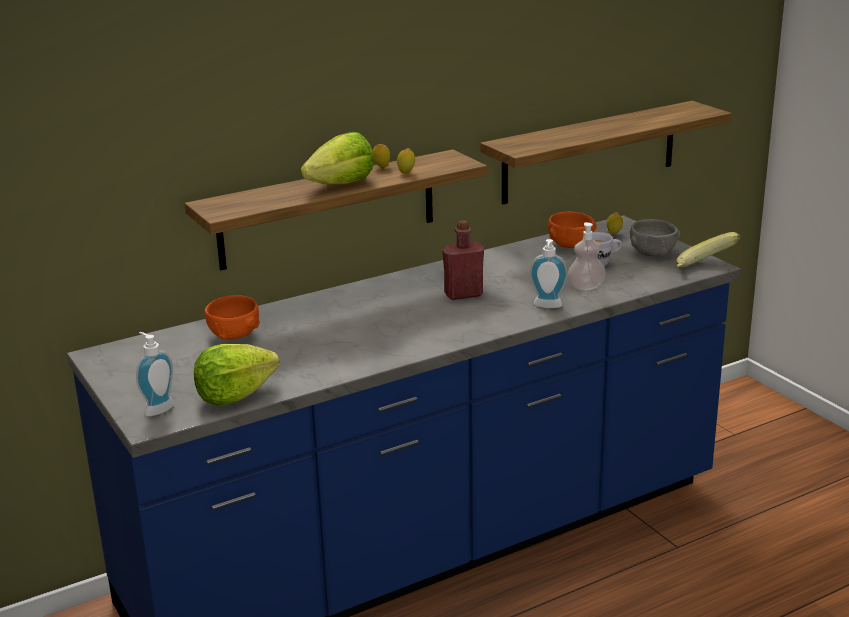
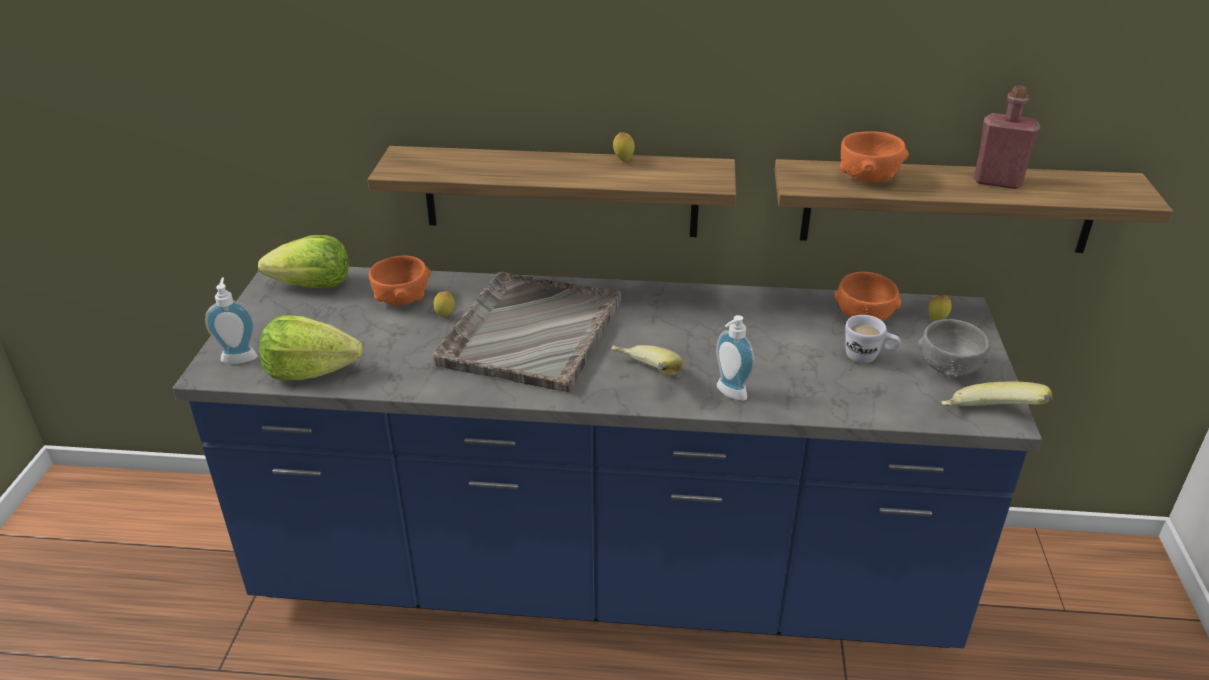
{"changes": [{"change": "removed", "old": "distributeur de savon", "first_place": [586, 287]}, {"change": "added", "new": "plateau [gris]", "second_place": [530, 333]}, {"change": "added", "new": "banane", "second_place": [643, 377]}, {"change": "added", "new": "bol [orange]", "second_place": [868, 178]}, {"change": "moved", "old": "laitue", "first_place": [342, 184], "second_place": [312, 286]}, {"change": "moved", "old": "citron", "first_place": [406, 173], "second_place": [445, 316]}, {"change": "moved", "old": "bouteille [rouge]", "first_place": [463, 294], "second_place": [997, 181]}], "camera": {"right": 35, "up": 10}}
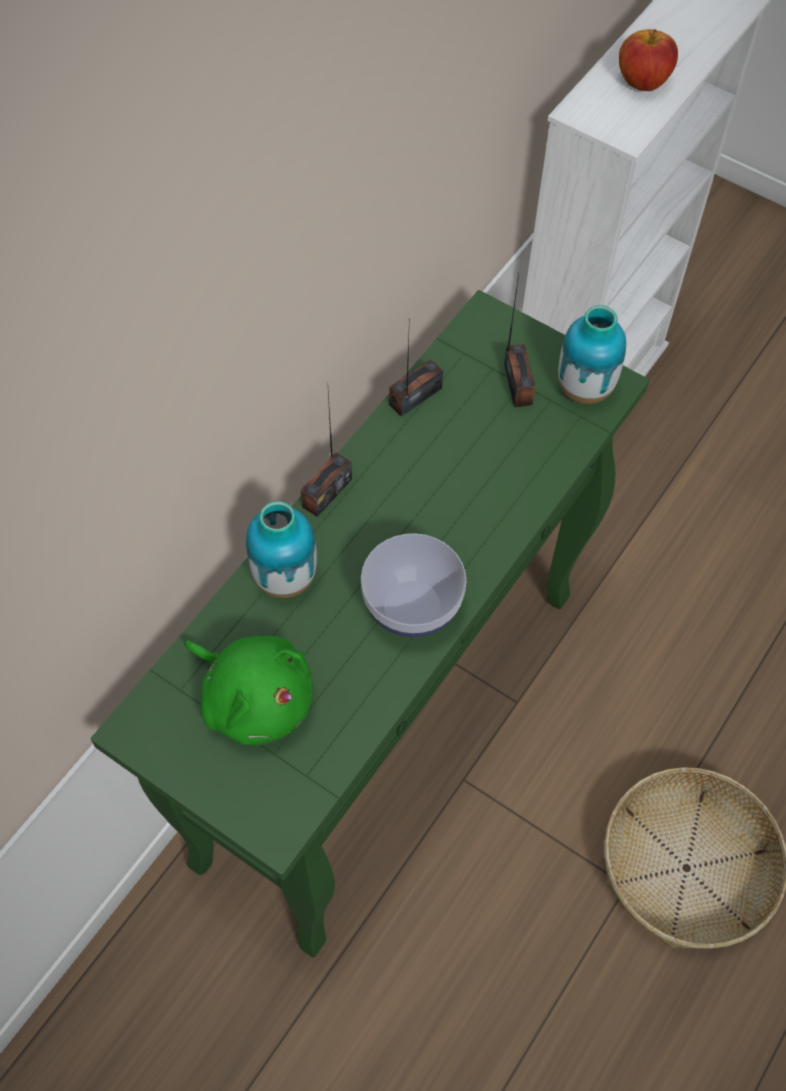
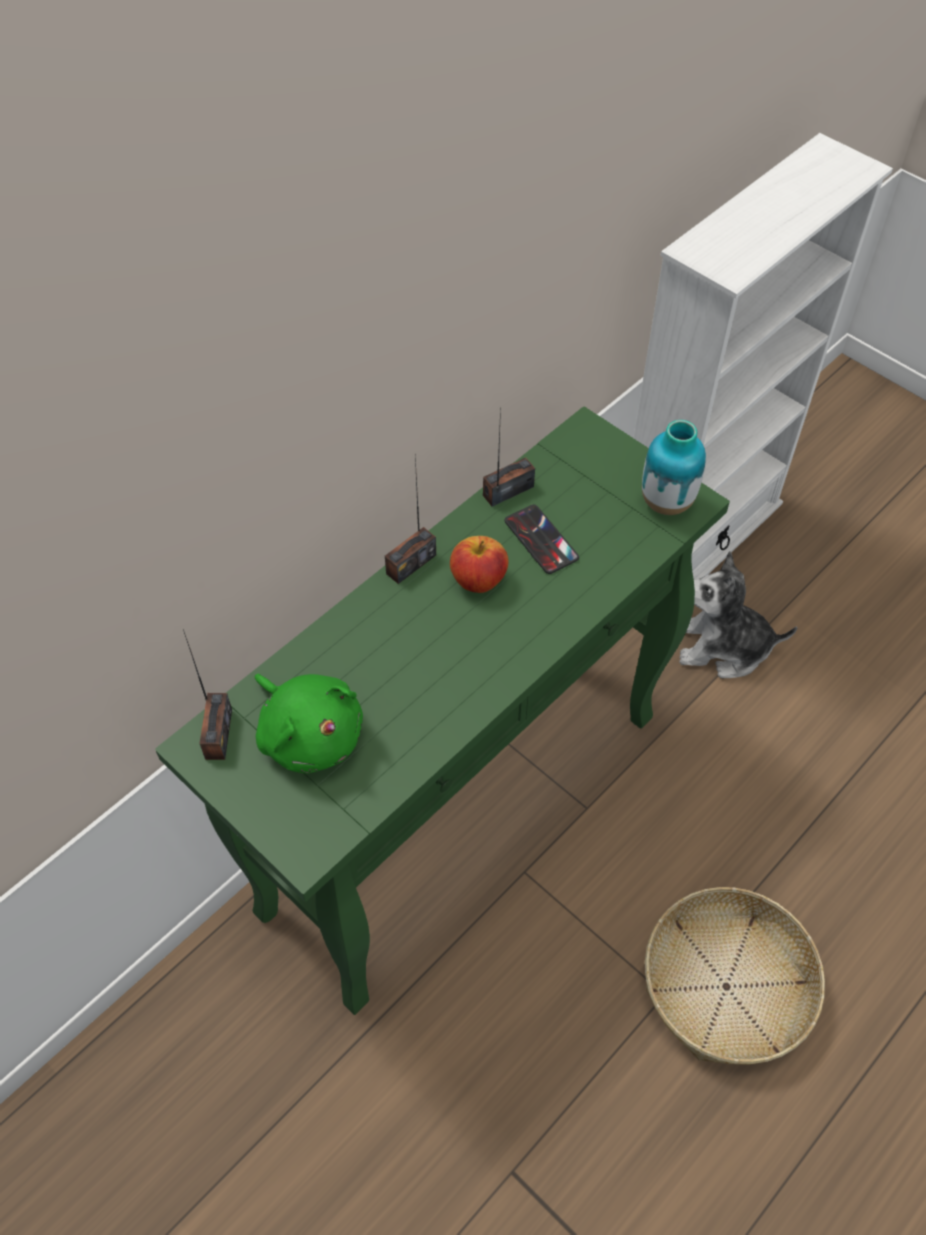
{"changes": [{"change": "removed", "old": "vase", "first_place": [285, 578]}, {"change": "removed", "old": "bol", "first_place": [412, 607]}, {"change": "added", "new": "téléphone", "second_place": [541, 540]}, {"change": "added", "new": "peluche", "second_place": [723, 648]}, {"change": "moved", "old": "radio", "first_place": [517, 384], "second_place": [218, 734]}, {"change": "moved", "old": "pomme", "first_place": [642, 82], "second_place": [478, 580]}], "camera": {"right": 10, "up": -5}}
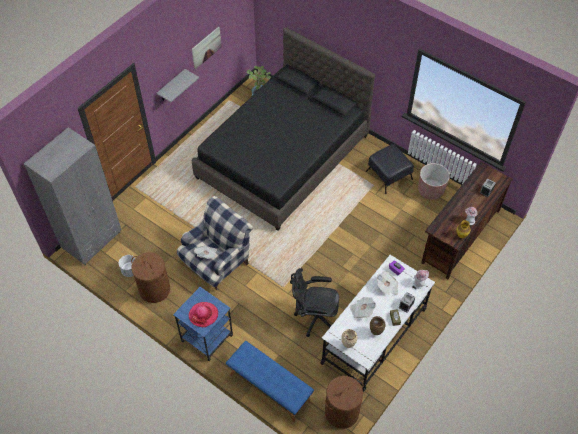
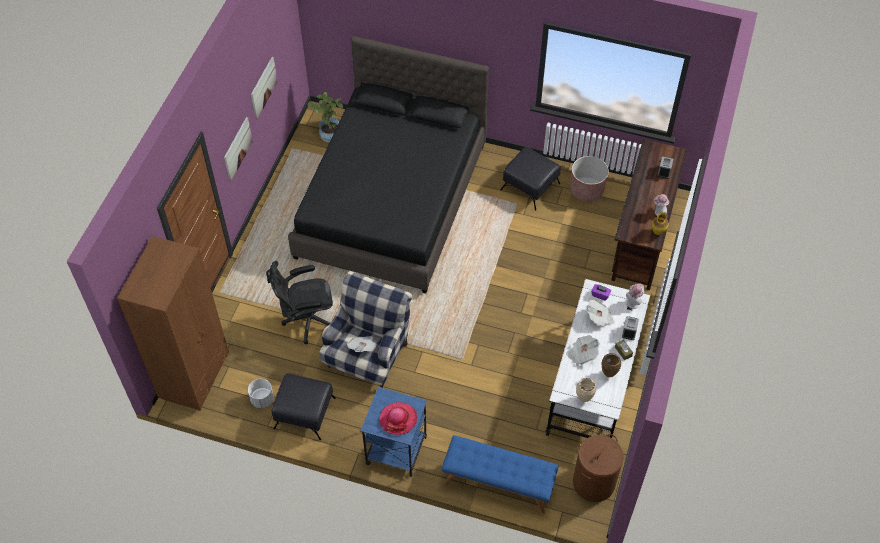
{"changes": [{"change": "moved", "old": "chaise de bureau", "first_place": [314, 317], "second_place": [307, 320]}, {"change": "replaced", "old": "panier à linge [marron]", "new": "pouf [noir]", "first_place": [154, 289], "second_place": [304, 413]}, {"change": "replaced", "old": "étagère [gris]", "new": "tableau", "first_place": [171, 86], "second_place": [237, 149]}, {"change": "recoloured", "old": "armoire [gris]", "new": "armoire [marron]", "first_place": [92, 240], "second_place": [195, 376]}], "camera": {"right": -20, "up": 0}}
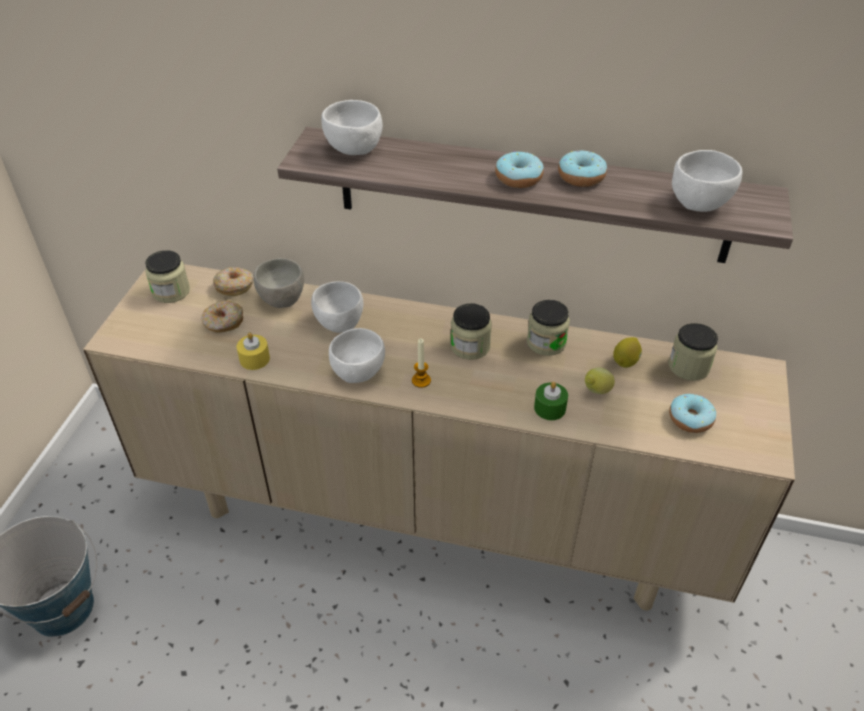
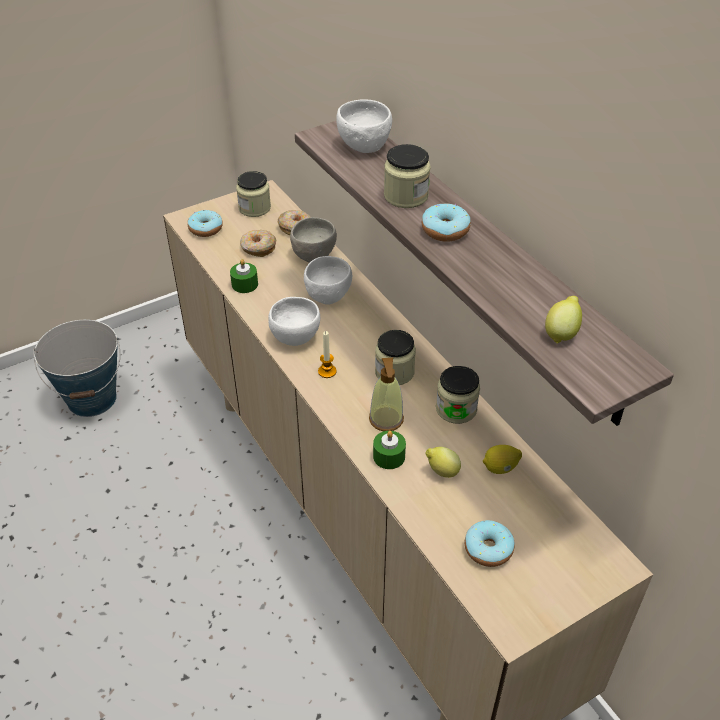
{"changes": [{"change": "added", "new": "distributeur de savon", "second_place": [386, 419]}, {"change": "moved", "old": "beignet", "first_place": [581, 177], "second_place": [206, 229]}, {"change": "moved", "old": "bocal", "first_place": [688, 366], "second_place": [406, 196]}, {"change": "replaced", "old": "bol [blanc]", "new": "citron", "first_place": [698, 202], "second_place": [561, 333]}, {"change": "recoloured", "old": "bougie [jaune]", "new": "bougie [vert]", "first_place": [254, 359], "second_place": [244, 284]}], "camera": {"right": 45, "up": 0}}
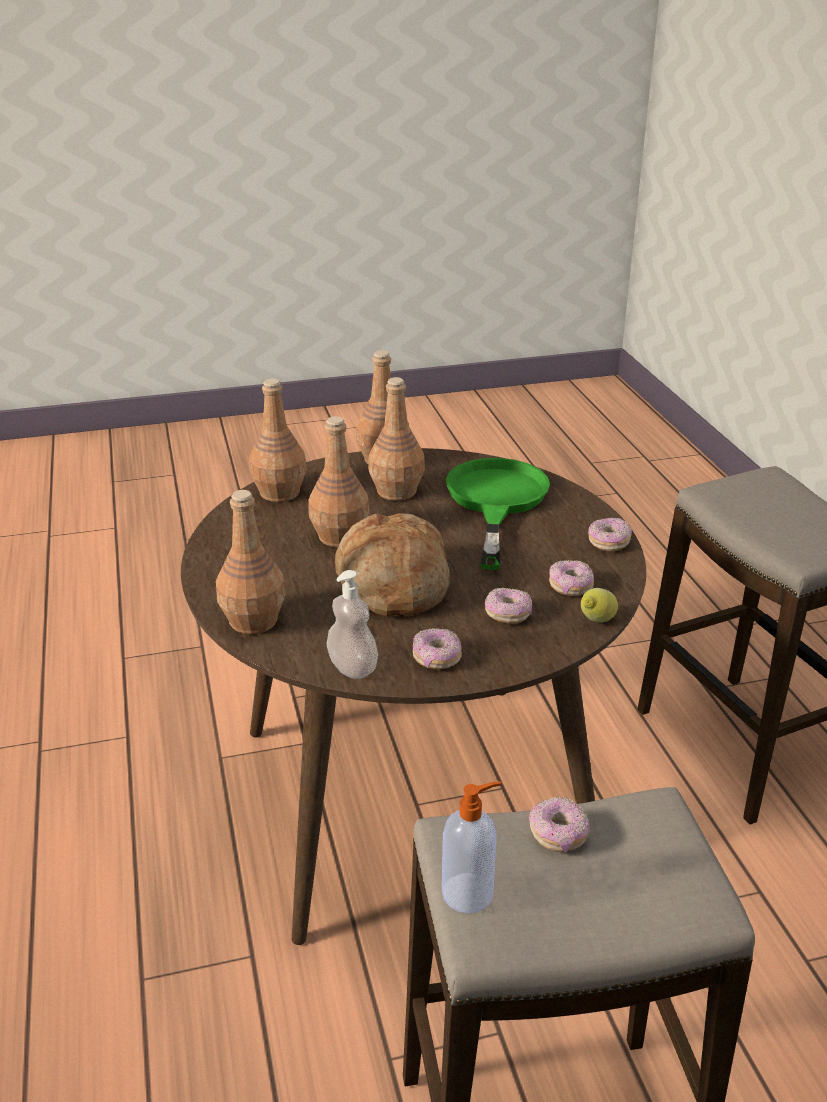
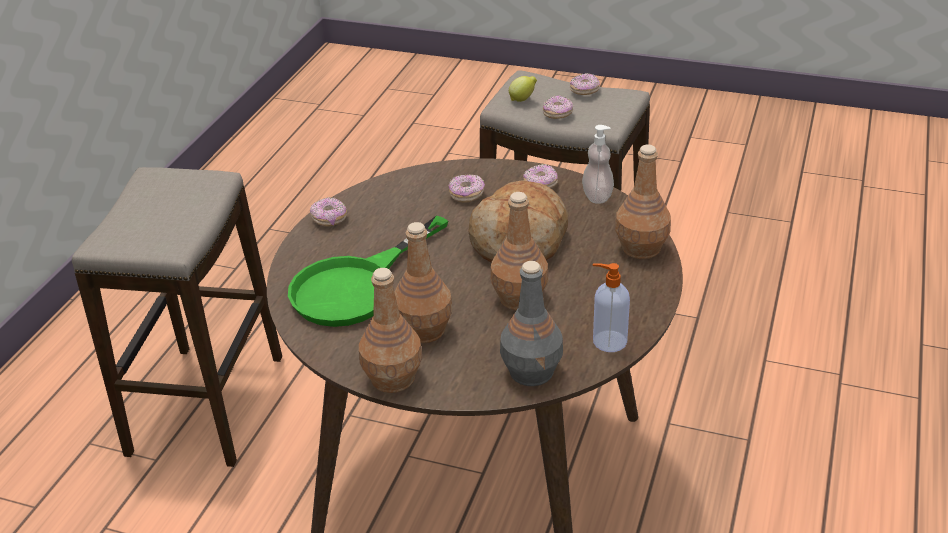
{"changes": [{"change": "moved", "old": "distributeur de savon", "first_place": [469, 892], "second_place": [608, 341]}, {"change": "moved", "old": "beignet", "first_place": [570, 587], "second_place": [584, 91]}, {"change": "moved", "old": "citron", "first_place": [596, 621], "second_place": [522, 99]}, {"change": "recoloured", "old": "bouteille [marron]", "new": "bouteille [gris]", "first_place": [279, 493], "second_place": [532, 371]}], "camera": {"right": -145, "up": 5}}
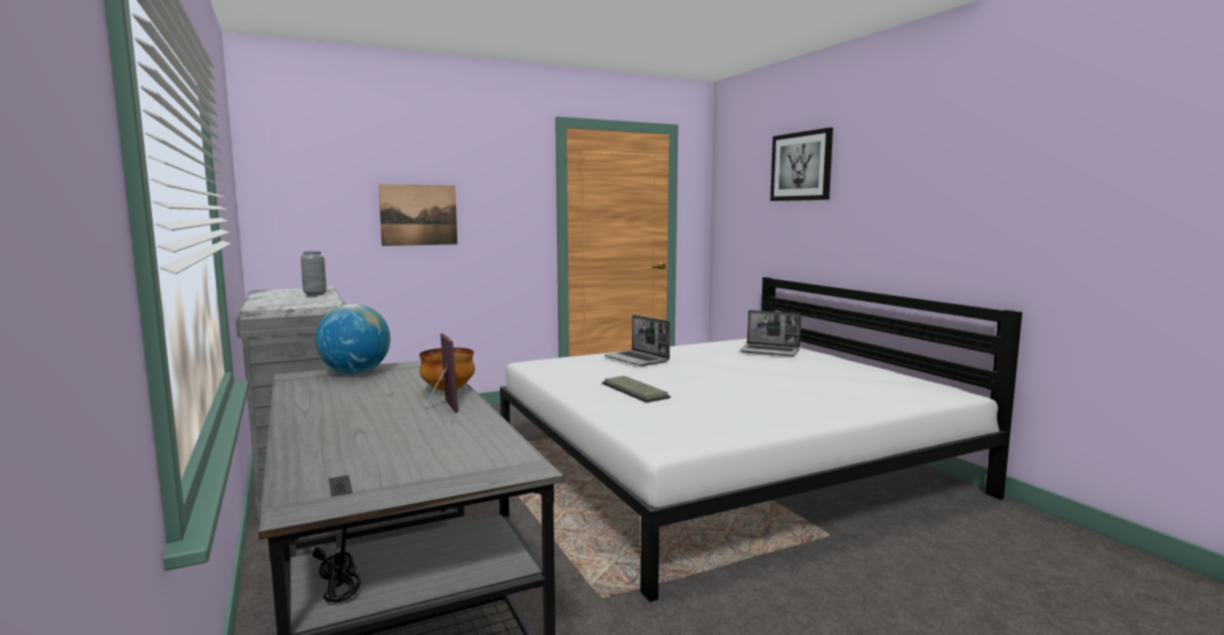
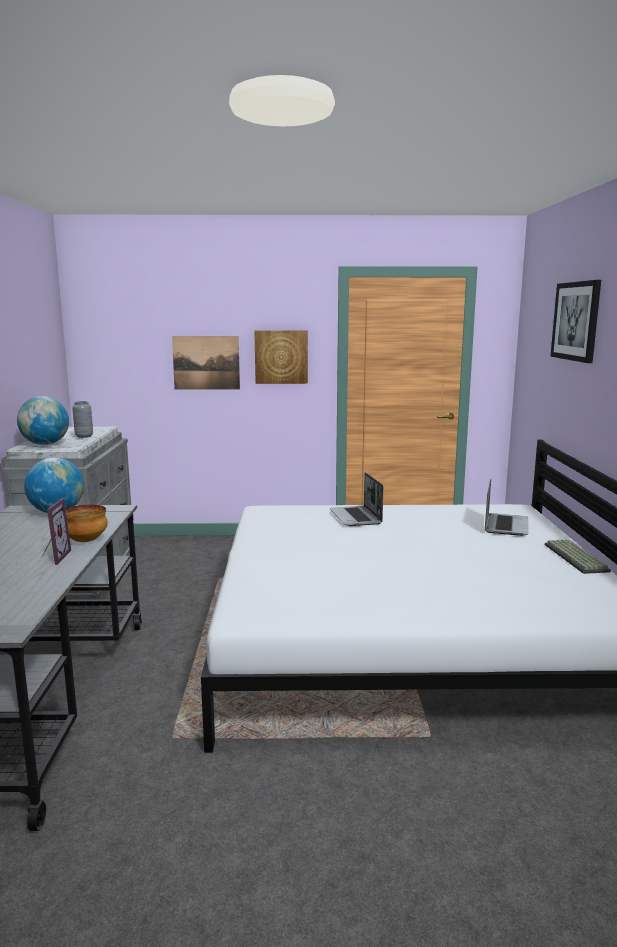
{"changes": [{"change": "added", "new": "globe", "second_place": [45, 444]}, {"change": "added", "new": "tableau", "second_place": [281, 357]}, {"change": "moved", "old": "clavier", "first_place": [636, 390], "second_place": [577, 558]}, {"change": "turned", "old": "ordinateur portable", "first_place": [770, 351], "second_place": [505, 525], "degrees": -120}], "camera": {"right": 25, "up": 5}}
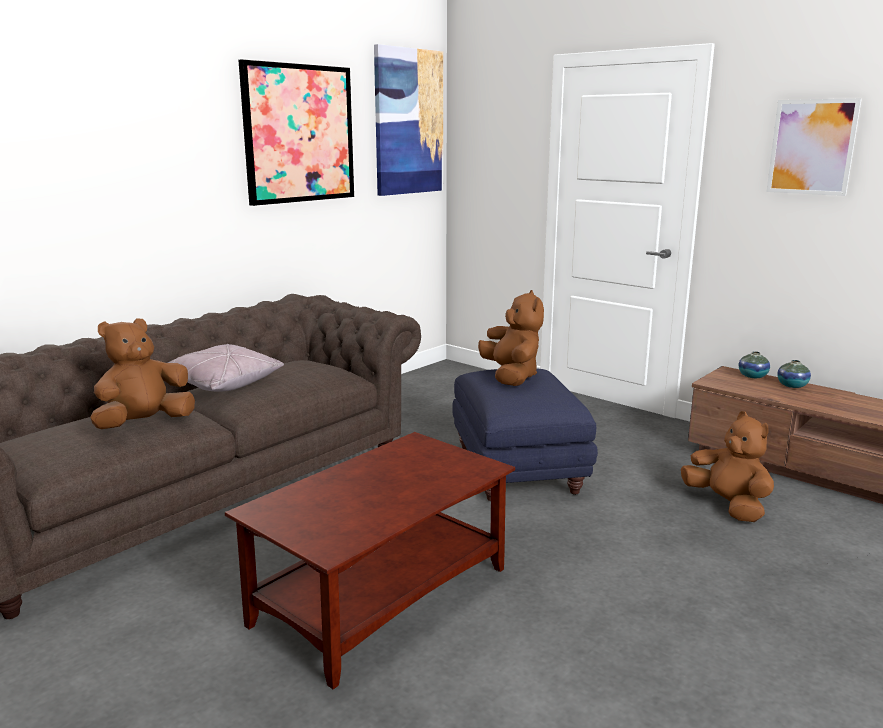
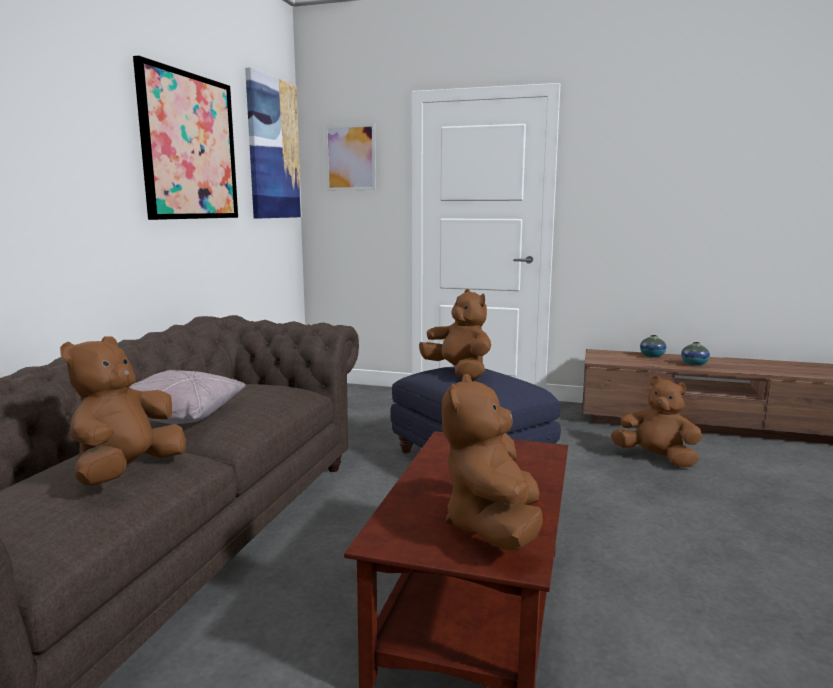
{"changes": [{"change": "added", "new": "peluche [marron]", "second_place": [493, 527]}, {"change": "moved", "old": "vase", "first_place": [752, 376], "second_place": [694, 364]}, {"change": "moved", "old": "tableau", "first_place": [812, 147], "second_place": [350, 157]}], "camera": {"right": -25, "up": -5}}
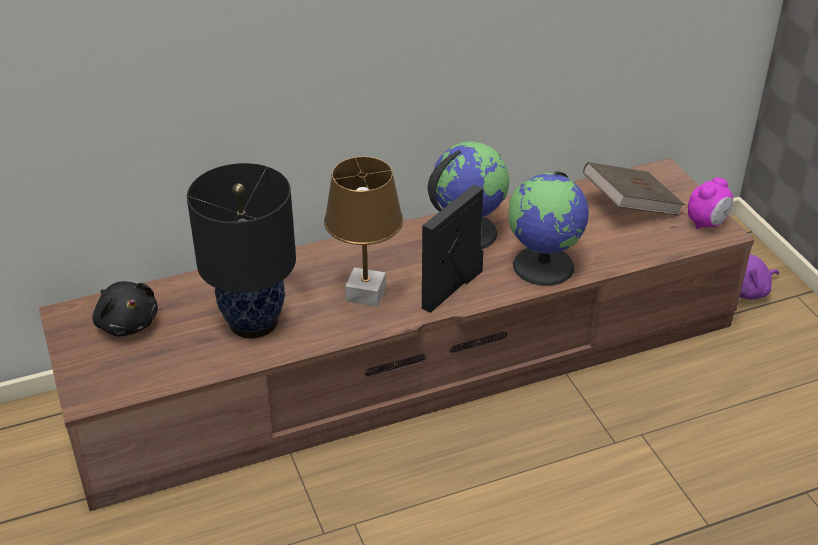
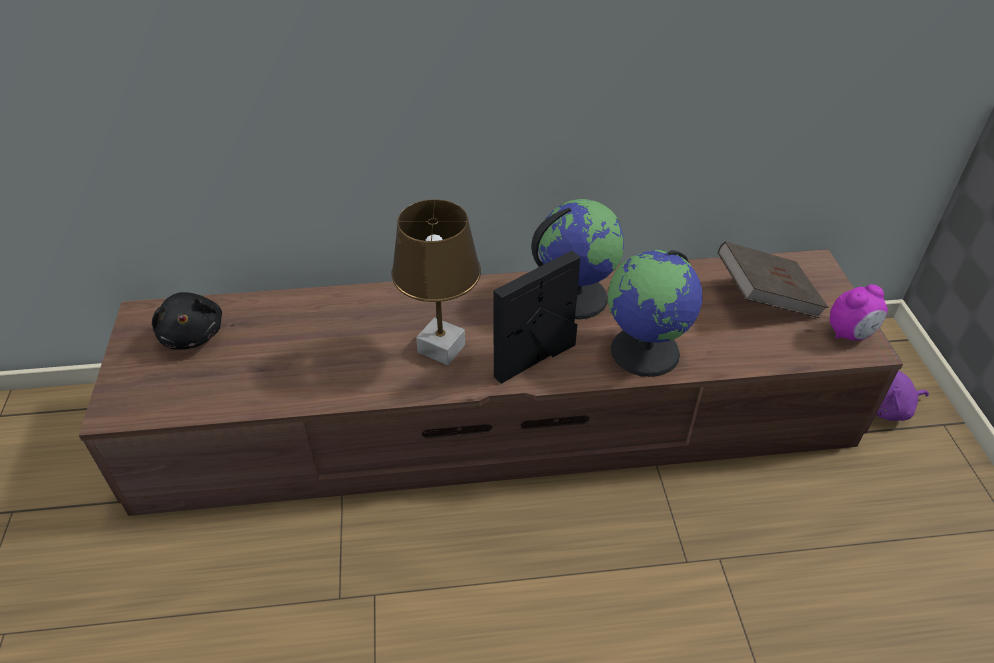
{"changes": [{"change": "removed", "old": "lampe de table [noir]", "first_place": [253, 322]}], "camera": {"right": 15, "up": 5}}
